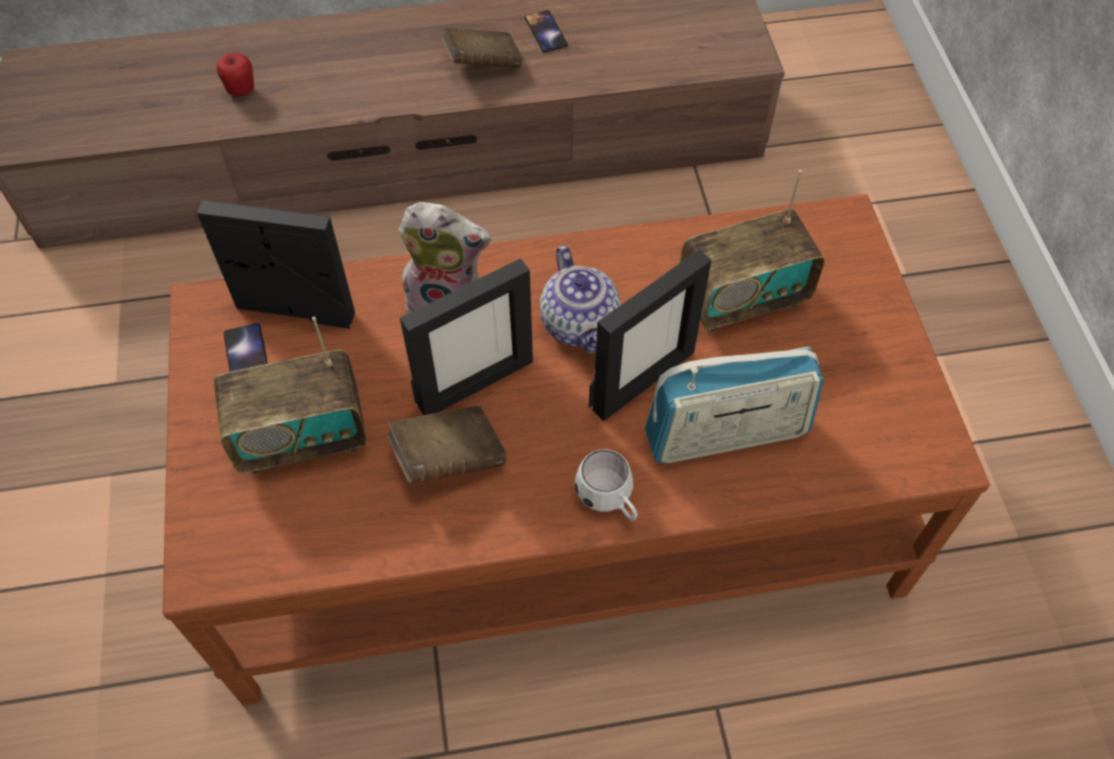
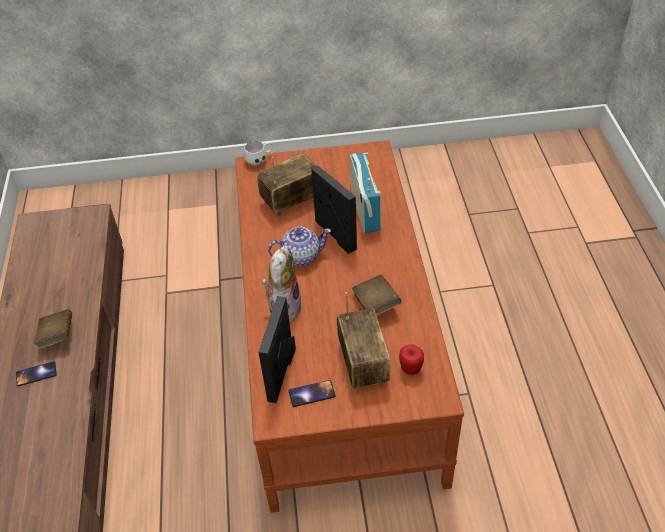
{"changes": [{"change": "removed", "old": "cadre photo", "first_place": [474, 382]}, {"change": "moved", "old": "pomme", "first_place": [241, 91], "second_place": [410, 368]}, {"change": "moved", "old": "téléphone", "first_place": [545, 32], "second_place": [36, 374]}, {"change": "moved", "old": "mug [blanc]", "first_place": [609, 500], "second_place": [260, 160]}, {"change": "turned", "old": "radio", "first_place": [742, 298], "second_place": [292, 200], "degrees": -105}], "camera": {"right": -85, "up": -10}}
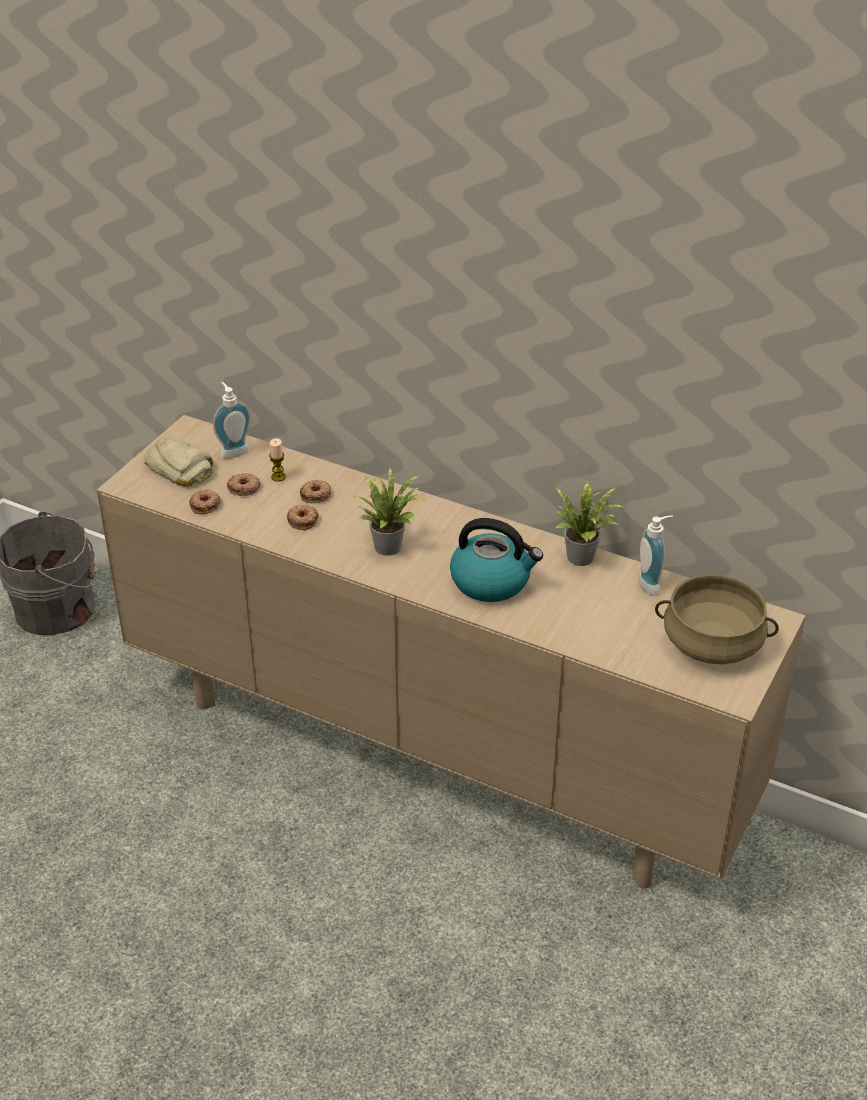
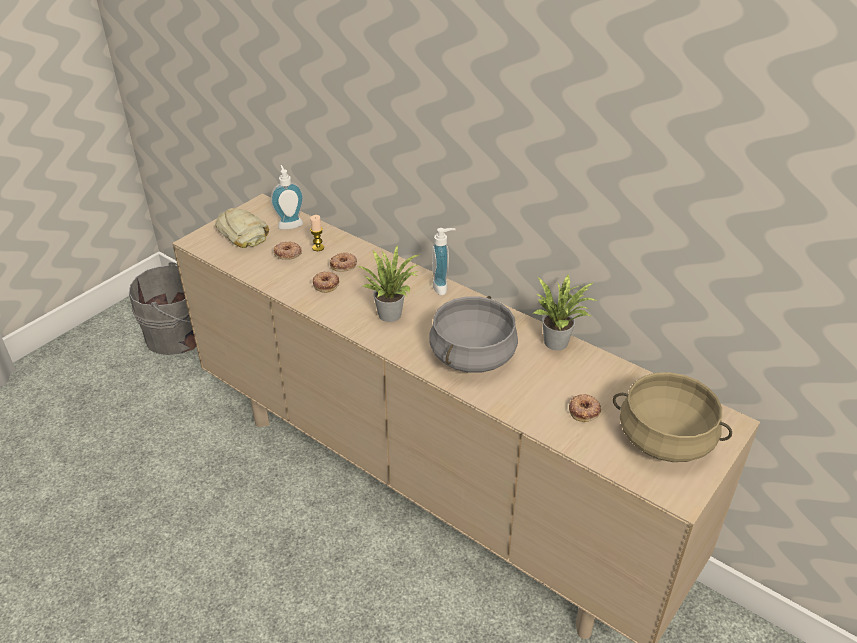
{"changes": [{"change": "moved", "old": "beignet", "first_place": [205, 504], "second_place": [584, 410]}, {"change": "moved", "old": "distributeur de savon", "first_place": [652, 584], "second_place": [443, 286]}, {"change": "replaced", "old": "bouilloire", "new": "marmite [gris]", "first_place": [492, 581], "second_place": [472, 355]}], "camera": {"right": 10, "up": 0}}
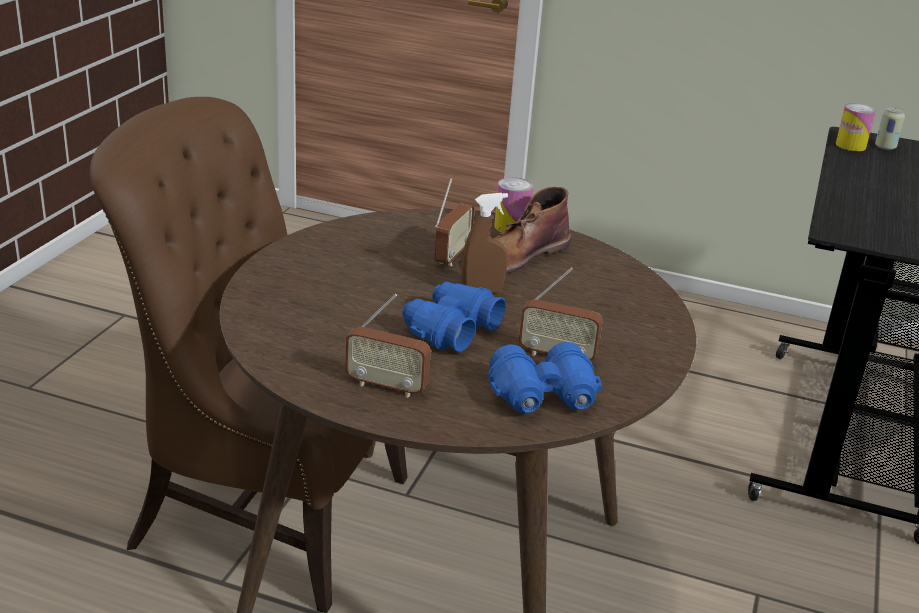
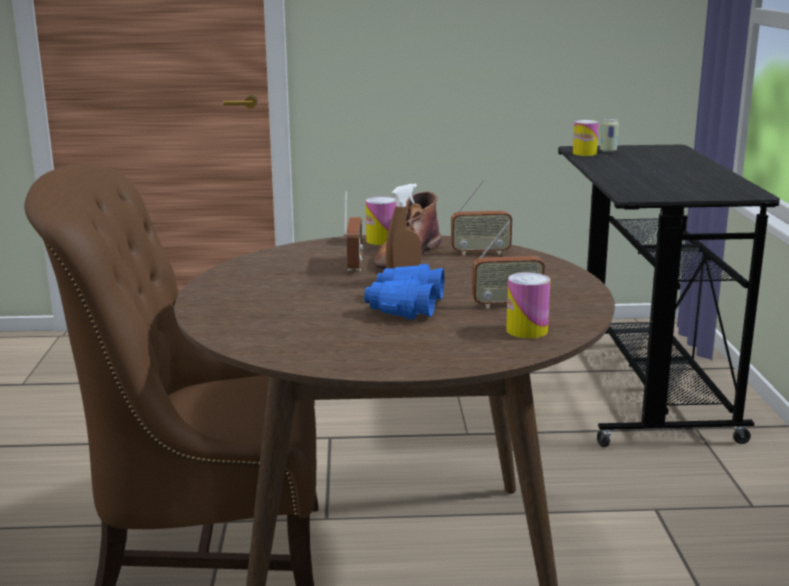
{"changes": [{"change": "moved", "old": "radio", "first_place": [386, 386], "second_place": [480, 252]}, {"change": "replaced", "old": "jumelles [bleu]", "new": "boîte métallique", "first_place": [544, 398], "second_place": [527, 330]}], "camera": {"right": -20, "up": -10}}
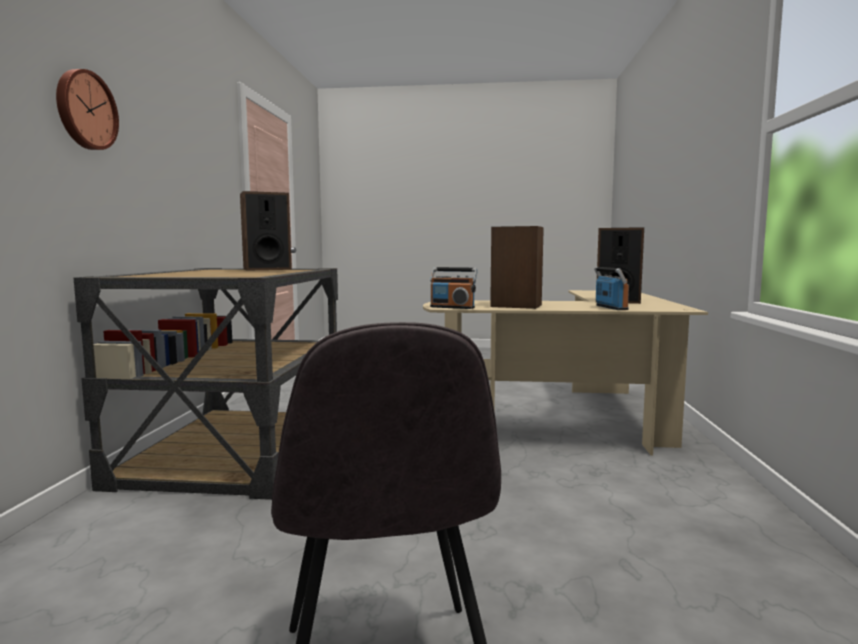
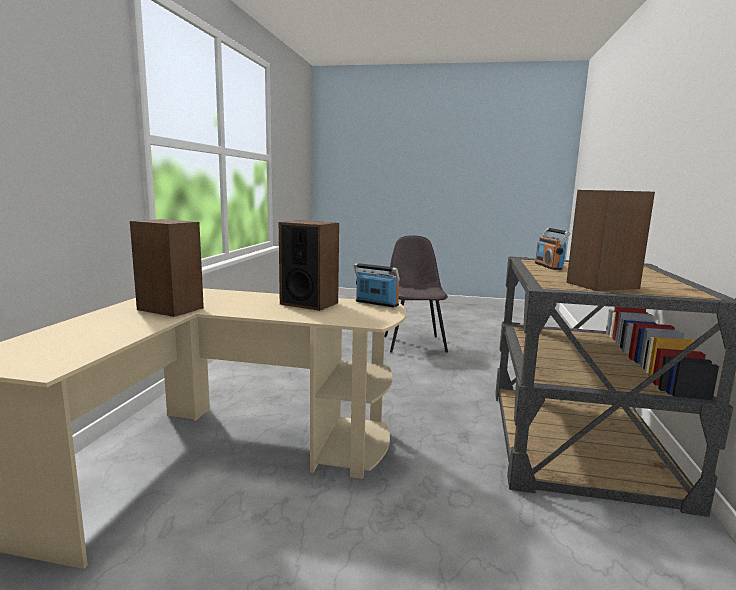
{"changes": [{"change": "removed", "old": "horloge murale", "first_place": [85, 110]}, {"change": "moved", "old": "radio", "first_place": [611, 308], "second_place": [548, 266]}], "camera": {"right": -175, "up": 5}}
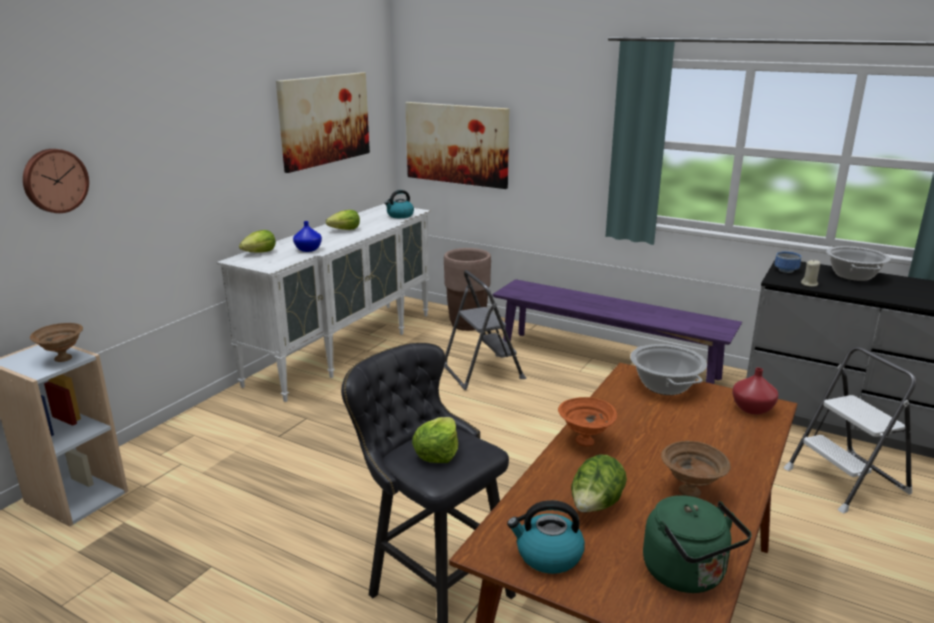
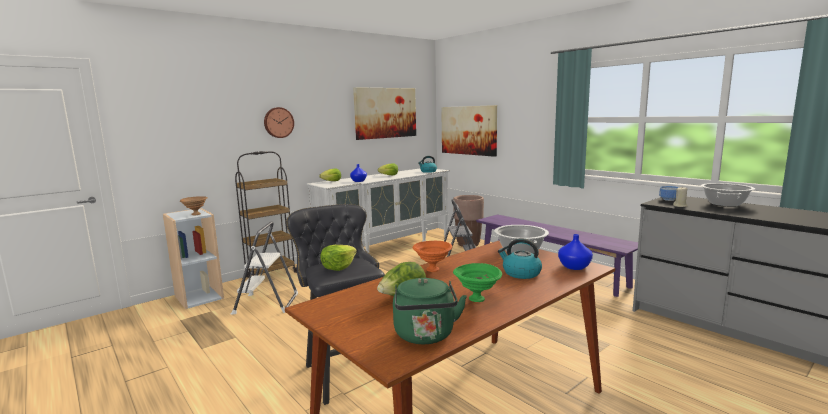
{"changes": [{"change": "added", "new": "chariot [marron]", "second_place": [271, 275]}, {"change": "moved", "old": "horloge murale", "first_place": [54, 180], "second_place": [278, 122]}, {"change": "moved", "old": "bouilloire", "first_place": [548, 555], "second_place": [520, 273]}, {"change": "moved", "old": "escabeau [blanc]", "first_place": [850, 480], "second_place": [268, 303]}, {"change": "recoloured", "old": "bol [marron]", "new": "bol [vert]", "first_place": [691, 492], "second_place": [478, 299]}, {"change": "recoloured", "old": "vase [rouge]", "new": "vase [bleu]", "first_place": [751, 408], "second_place": [573, 266]}], "camera": {"right": 20, "up": -10}}
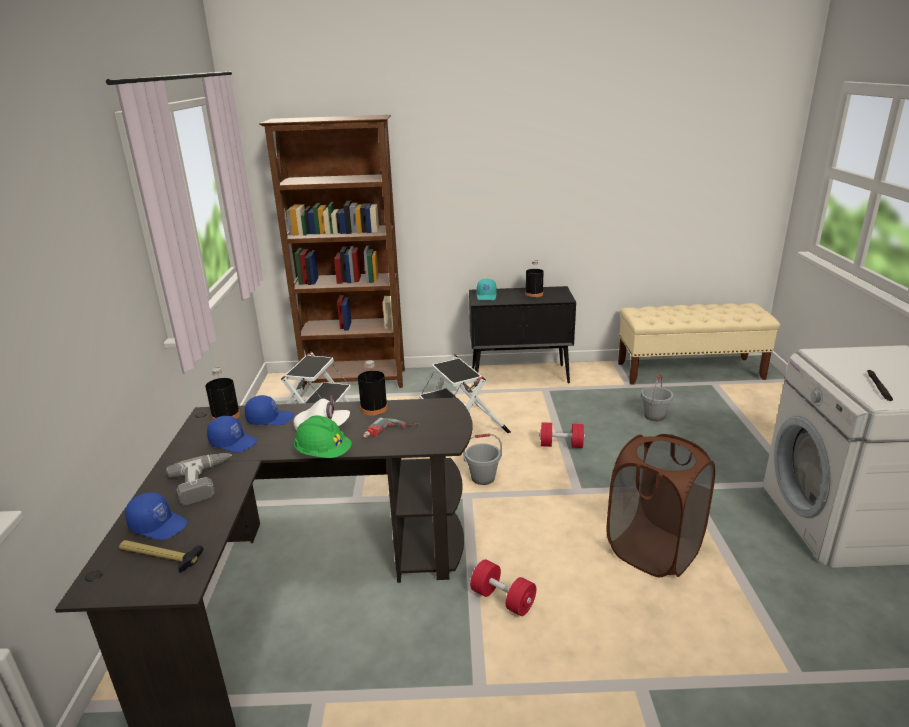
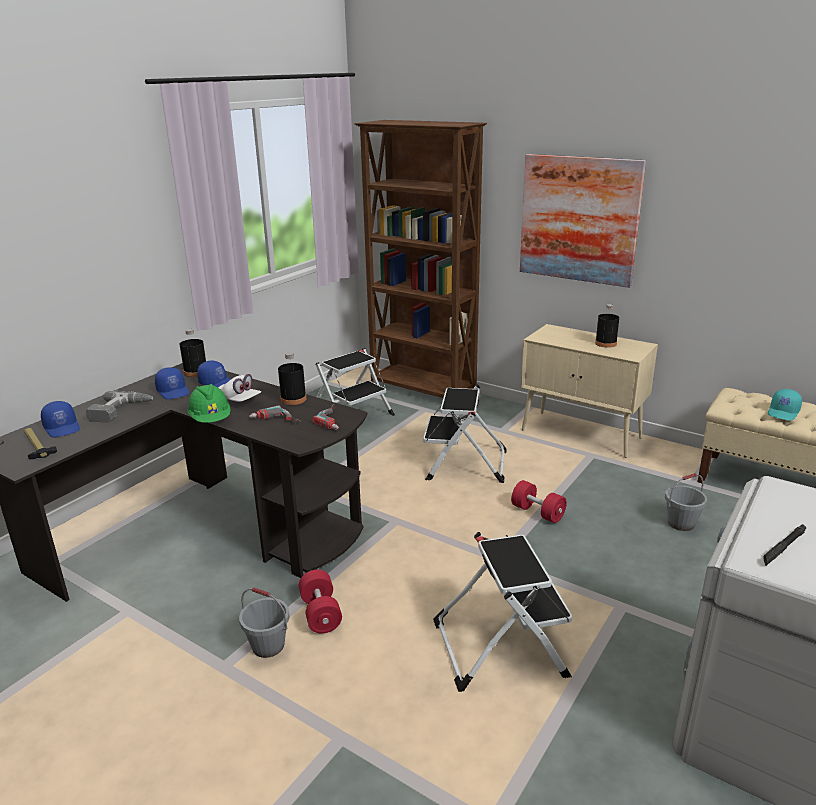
{"changes": [{"change": "added", "new": "perceuse", "second_place": [335, 420]}, {"change": "added", "new": "tableau", "second_place": [579, 219]}, {"change": "moved", "old": "seau [gris]", "first_place": [483, 477], "second_place": [268, 645]}, {"change": "moved", "old": "casquette [turquoise]", "first_place": [487, 296], "second_place": [783, 412]}, {"change": "replaced", "old": "panier à linge [marron]", "new": "escabeau", "first_place": [653, 551], "second_place": [501, 643]}, {"change": "recoloured", "old": "meuble de rangement [noir]", "new": "meuble de rangement [beige]", "first_place": [520, 375], "second_place": [582, 434]}], "camera": {"right": 35, "up": 0}}
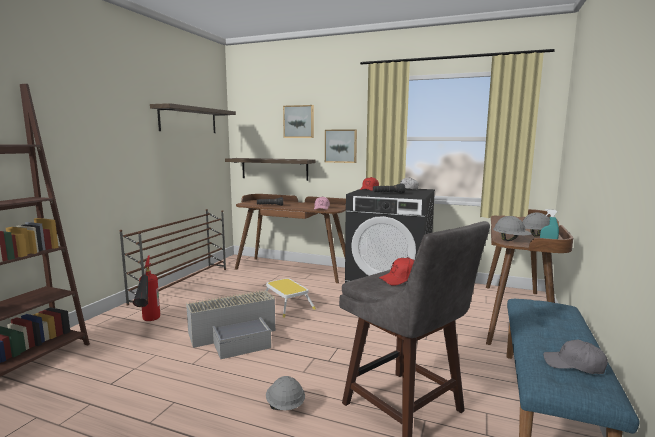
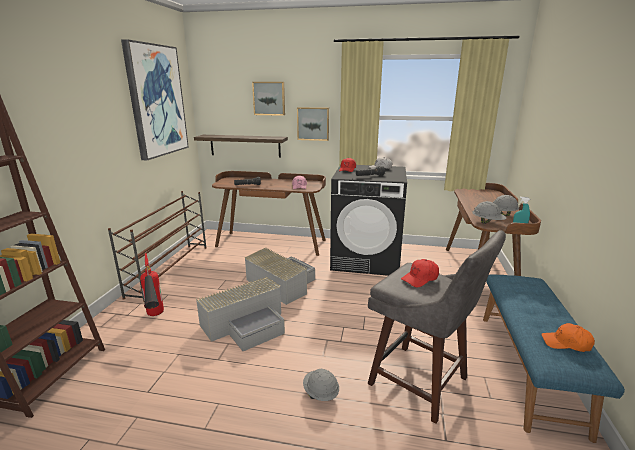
{"changes": [{"change": "replaced", "old": "étagère", "new": "tableau", "first_place": [188, 120], "second_place": [156, 101]}, {"change": "replaced", "old": "escabeau [jaune]", "new": "boîte de rangement [gris]", "first_place": [287, 304], "second_place": [281, 283]}, {"change": "recoloured", "old": "casquette [gris]", "new": "casquette [orange]", "first_place": [574, 365], "second_place": [566, 343]}], "camera": {"right": -10, "up": 10}}
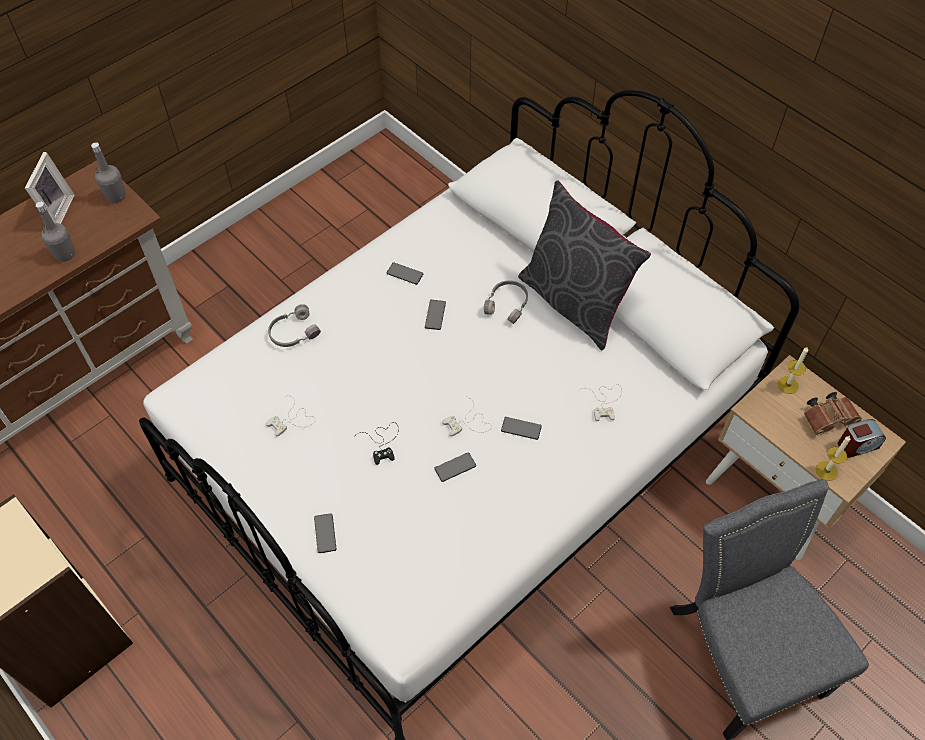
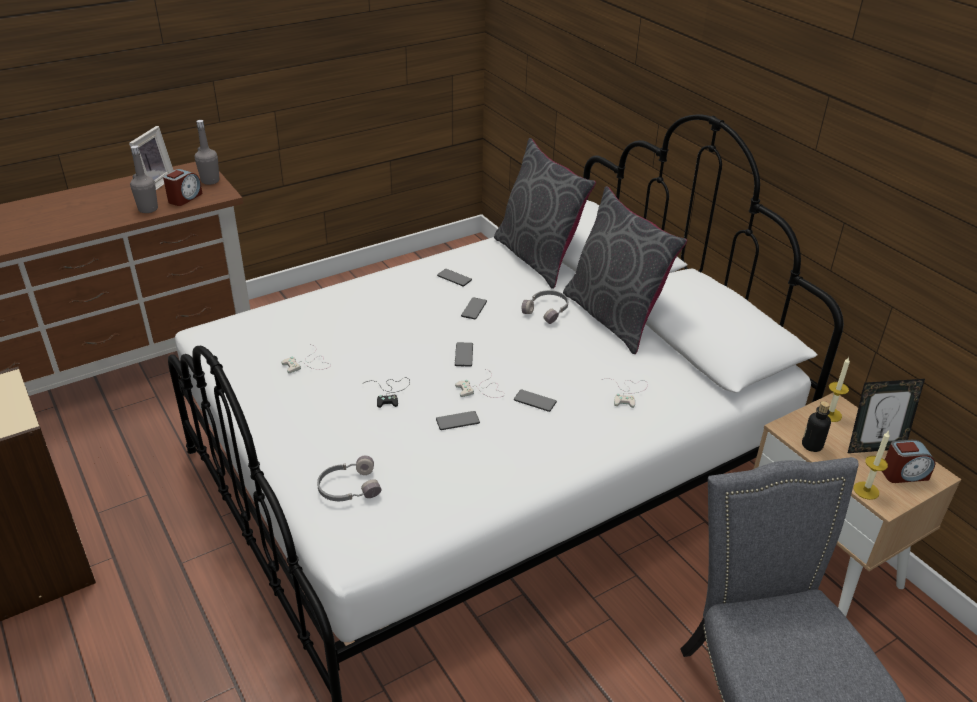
{"changes": [{"change": "added", "new": "réveil", "second_place": [184, 198]}, {"change": "added", "new": "coussin [gris]", "second_place": [538, 258]}, {"change": "added", "new": "bouteille", "second_place": [812, 445]}, {"change": "moved", "old": "casque audio [gris]", "first_place": [293, 332], "second_place": [348, 487]}, {"change": "moved", "old": "téléphone", "first_place": [325, 533], "second_place": [464, 355]}, {"change": "replaced", "old": "jumelles [marron]", "new": "cadre photo", "first_place": [829, 418], "second_place": [874, 447]}], "camera": {"right": 10, "up": -20}}
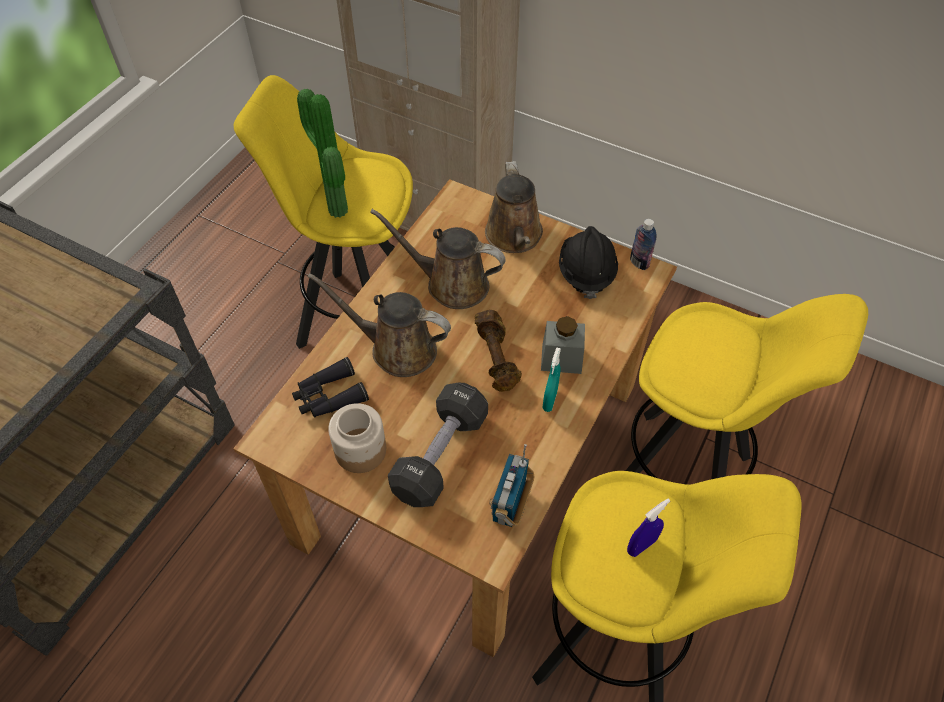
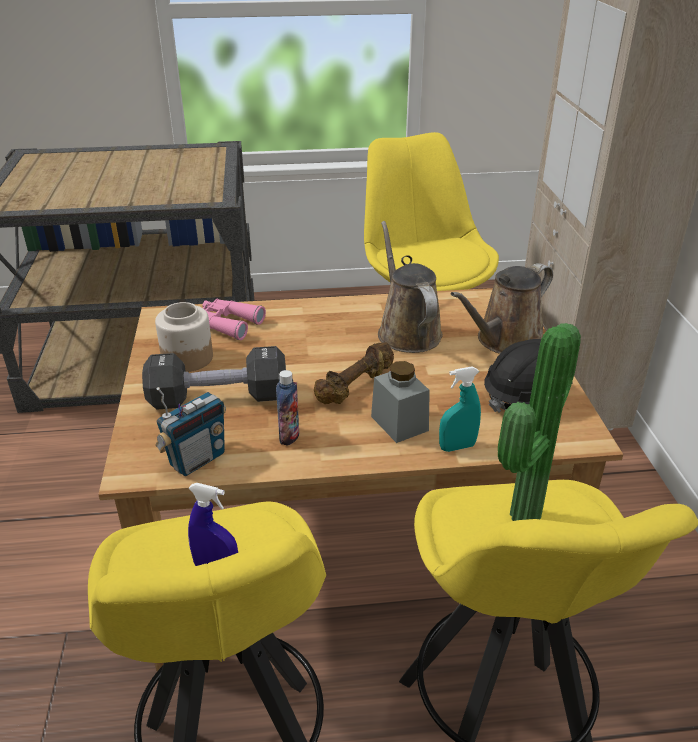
{"changes": [{"change": "removed", "old": "arrosoir [marron]", "first_place": [397, 349]}, {"change": "moved", "old": "plante en pot", "first_place": [334, 212], "second_place": [519, 514]}, {"change": "moved", "old": "vaporisateur [turquoise]", "first_place": [549, 400], "second_place": [457, 447]}, {"change": "moved", "old": "bouteille", "first_place": [639, 262], "second_place": [289, 436]}, {"change": "recoloured", "old": "jumelles [noir]", "new": "jumelles [rose]", "first_place": [329, 396], "second_place": [226, 324]}, {"change": "turned", "old": "radio", "first_place": [510, 505], "second_place": [197, 459], "degrees": 150}], "camera": {"right": 55, "up": -20}}
